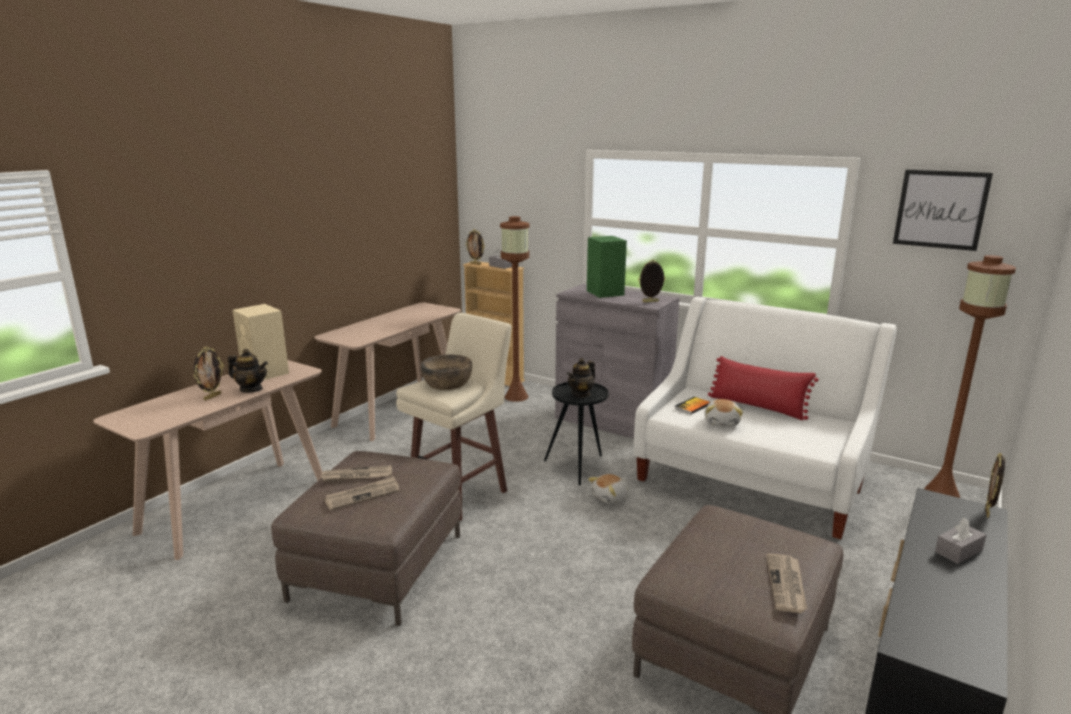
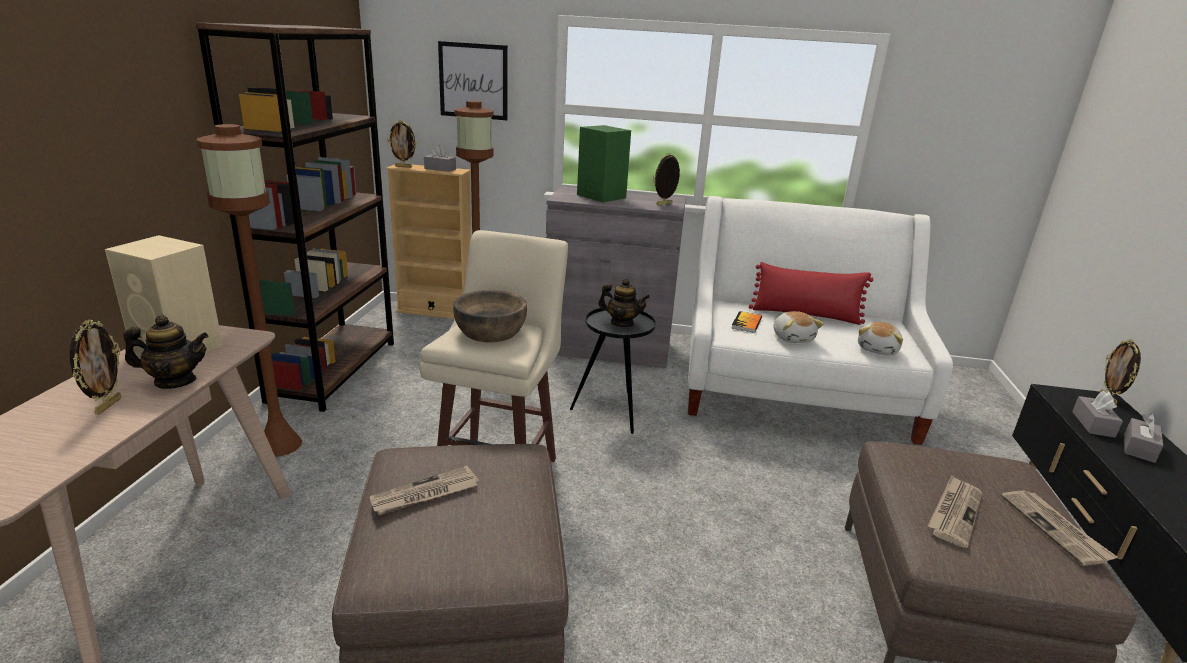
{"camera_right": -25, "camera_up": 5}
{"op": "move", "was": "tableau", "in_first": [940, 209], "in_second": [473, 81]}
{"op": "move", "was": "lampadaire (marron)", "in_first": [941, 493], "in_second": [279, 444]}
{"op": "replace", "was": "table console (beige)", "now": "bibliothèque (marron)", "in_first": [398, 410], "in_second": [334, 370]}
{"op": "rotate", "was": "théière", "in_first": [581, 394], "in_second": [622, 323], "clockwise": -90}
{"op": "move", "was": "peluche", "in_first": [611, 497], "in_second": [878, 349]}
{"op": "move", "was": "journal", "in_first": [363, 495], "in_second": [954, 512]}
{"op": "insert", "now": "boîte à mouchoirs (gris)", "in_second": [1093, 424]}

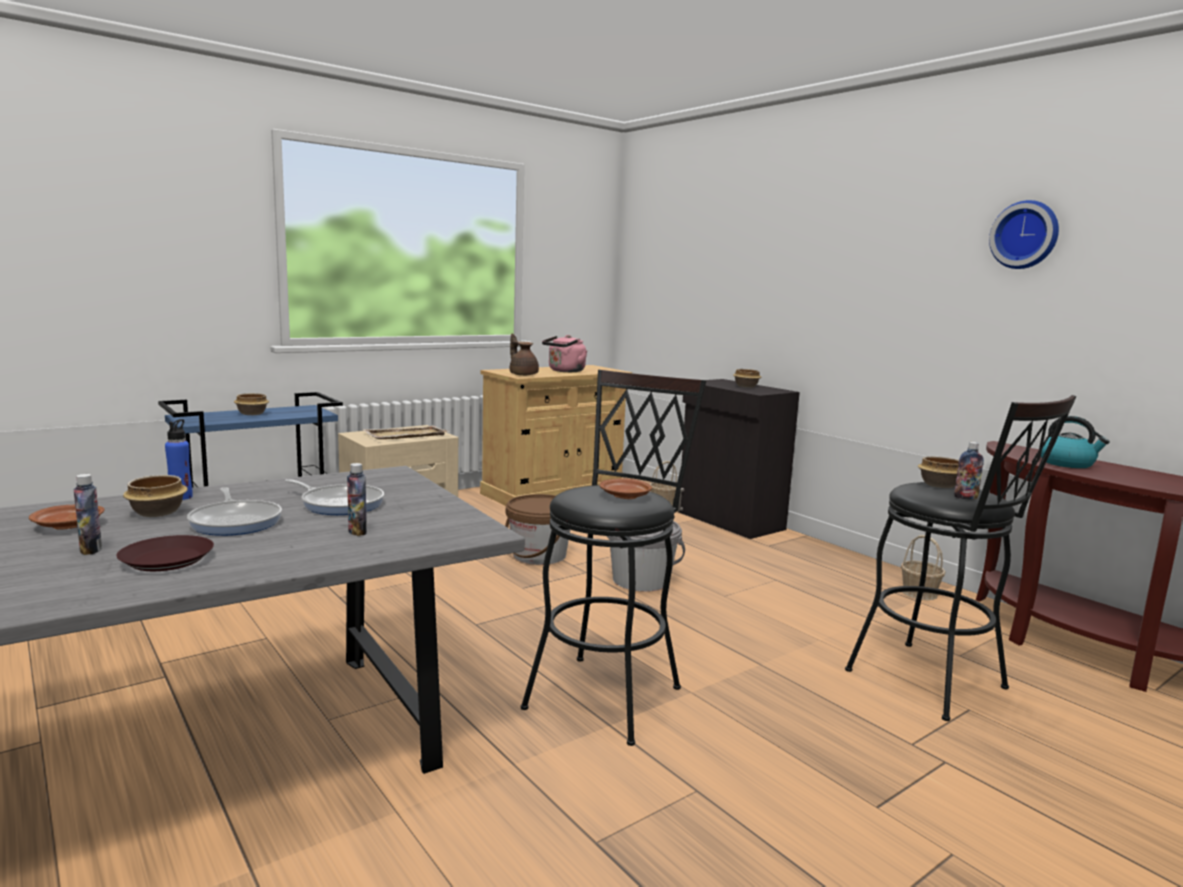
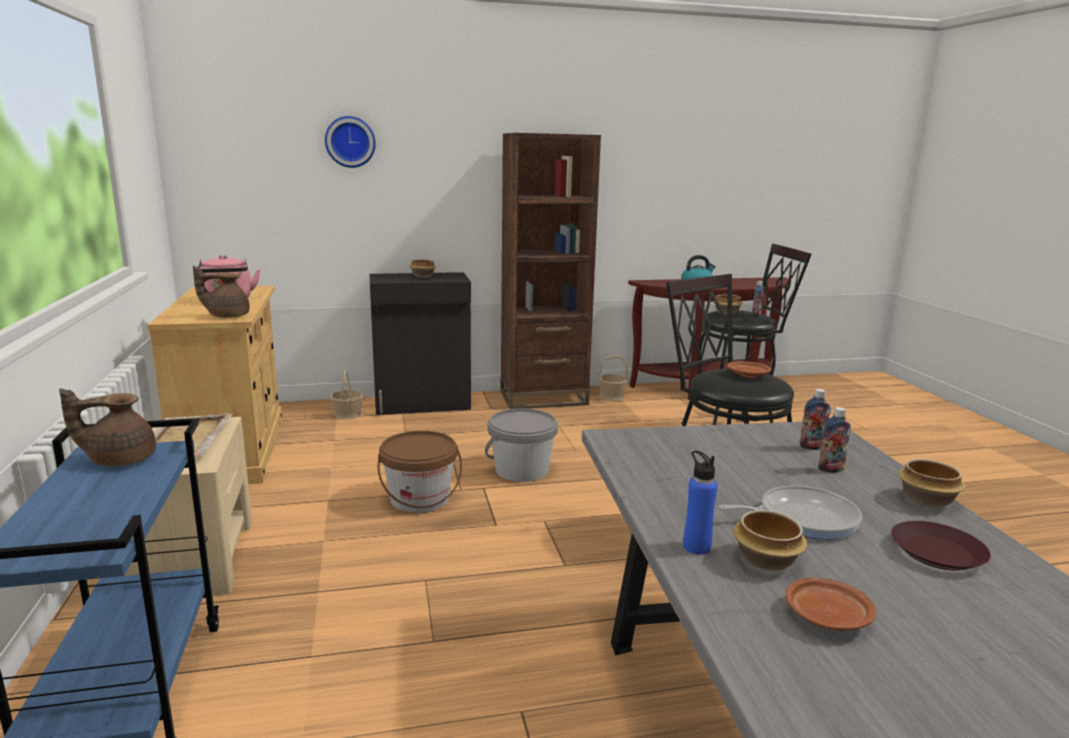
{"camera_right": -65, "camera_up": 5}
{"op": "move", "was": "horloge murale", "in_first": [1025, 235], "in_second": [350, 142]}
{"op": "move", "was": "bol", "in_first": [252, 413], "in_second": [925, 500]}
{"op": "move", "was": "bouteille", "in_first": [91, 550], "in_second": [812, 447]}
{"op": "delete", "was": "poêle", "in_first": [340, 504]}
{"op": "insert", "now": "bibliothèque (marron)", "in_second": [543, 398]}
{"op": "insert", "now": "théière (marron)", "in_second": [120, 459]}

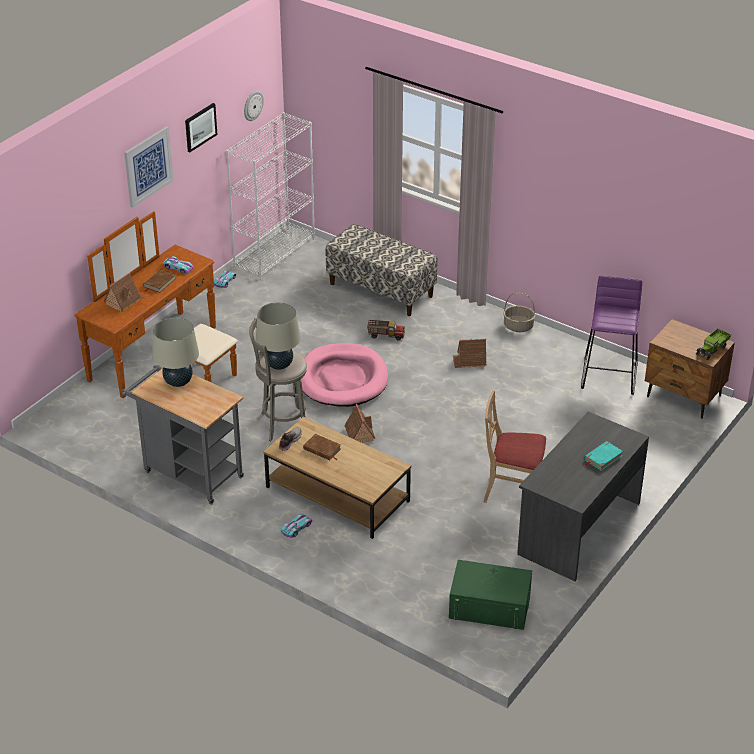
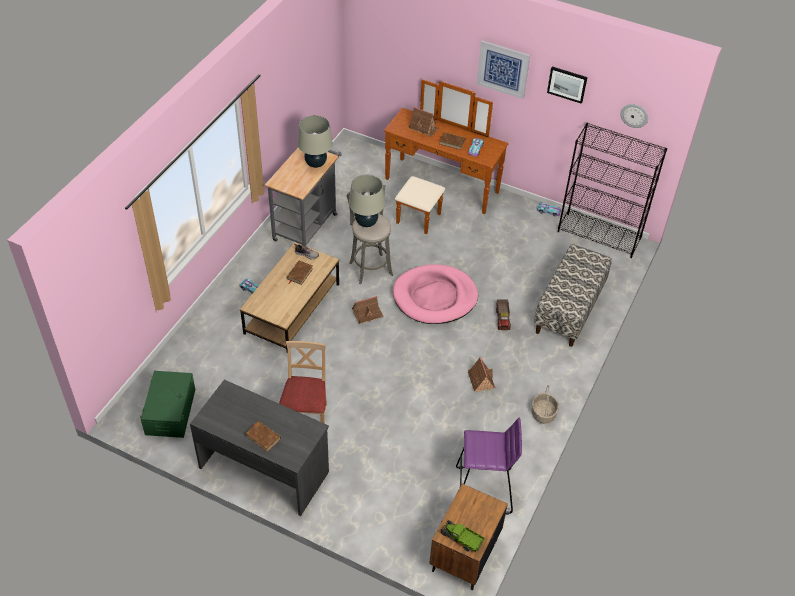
{"camera_right": 80, "camera_up": 10}
{"op": "recolor", "was": "bibliothèque (blanc)", "now": "bibliothèque (noir)", "in_first": [274, 253], "in_second": [599, 235]}
{"op": "recolor", "was": "livre (turquoise)", "now": "livre (marron)", "in_first": [603, 458], "in_second": [263, 437]}

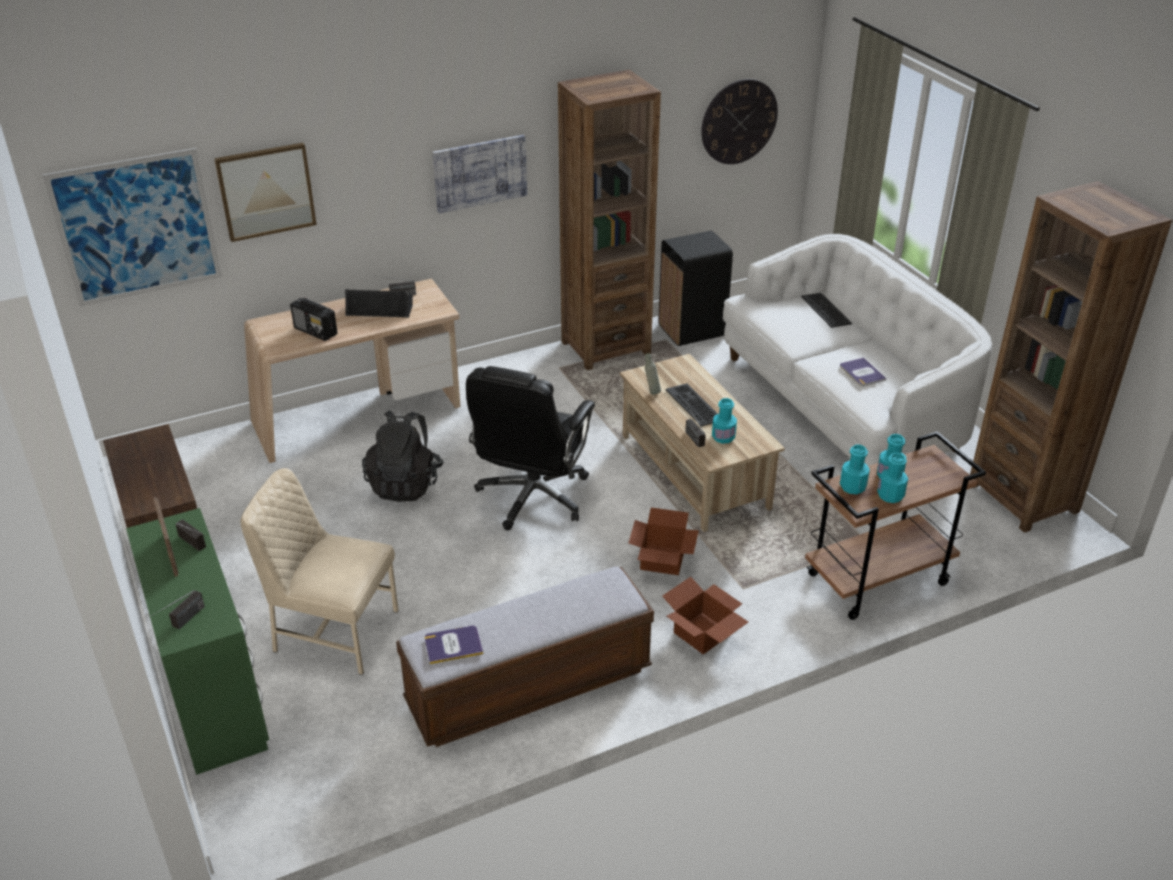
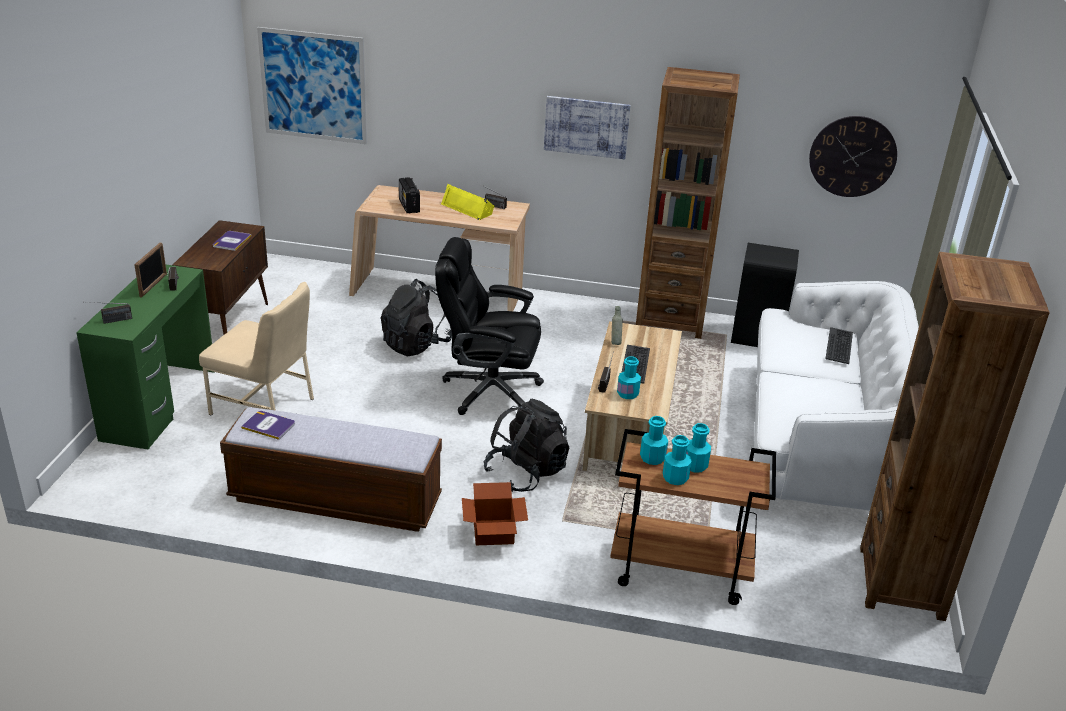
{"camera_right": 35, "camera_up": -5}
{"op": "delete", "was": "tableau", "in_first": [266, 191]}
{"op": "recolor", "was": "enceinte (noir)", "now": "enceinte (jaune)", "in_first": [379, 309], "in_second": [468, 208]}
{"op": "move", "was": "livre", "in_first": [862, 373], "in_second": [231, 241]}
{"op": "rotate", "was": "chaise de bureau (noir)", "in_first": [532, 497], "in_second": [488, 391], "clockwise": 45}
{"op": "rotate", "was": "chaise (beige)", "in_first": [333, 631], "in_second": [264, 406], "clockwise": 150}
{"op": "replace", "was": "carton", "now": "sac à dos (noir)", "in_first": [661, 560], "in_second": [526, 472]}

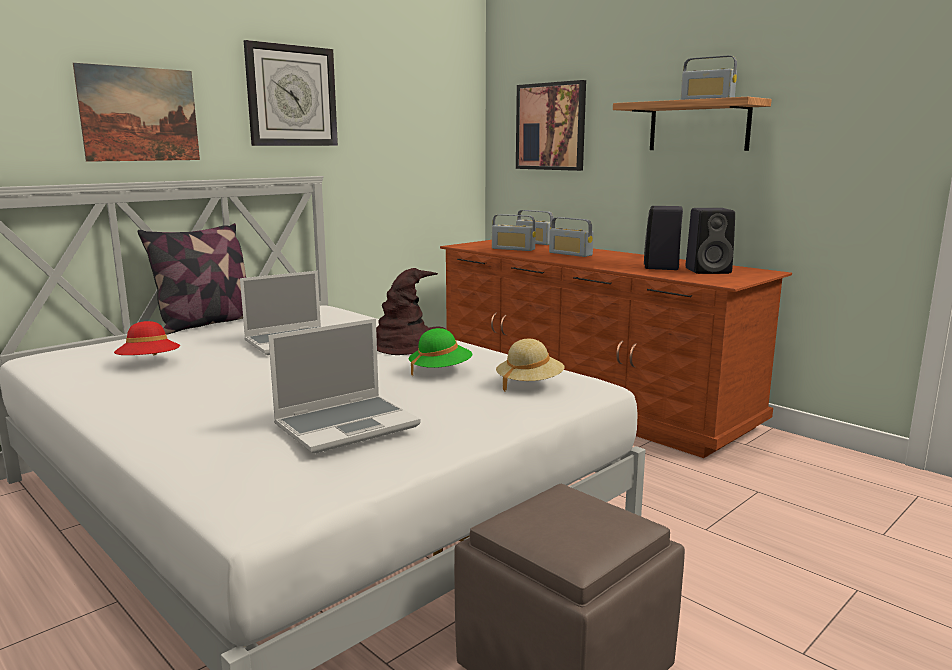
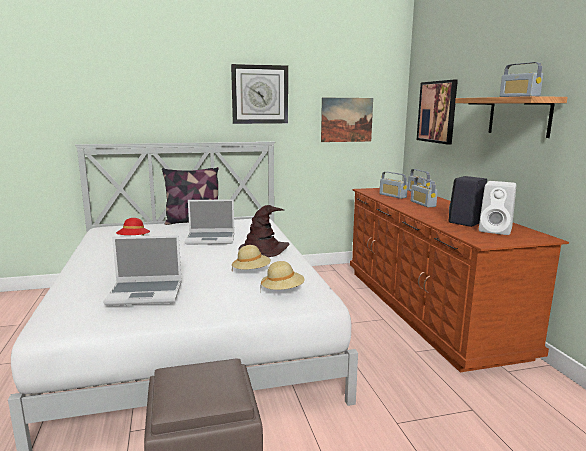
{"camera_right": 30, "camera_up": 0}
{"op": "move", "was": "tableau", "in_first": [139, 114], "in_second": [346, 120]}
{"op": "recolor", "was": "enceinte (noir)", "now": "enceinte (blanc)", "in_first": [709, 271], "in_second": [496, 230]}
{"op": "recolor", "was": "chapeau (vert)", "now": "chapeau (beige)", "in_first": [440, 371], "in_second": [251, 271]}

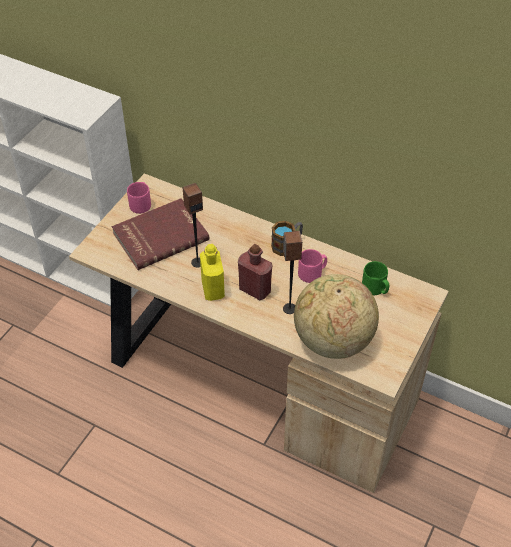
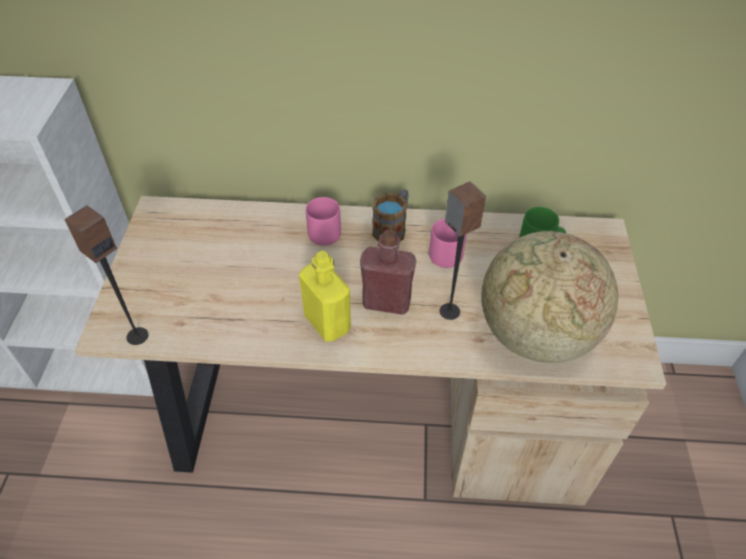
{"camera_right": -25, "camera_up": 0}
{"op": "move", "was": "mug (rose)", "in_first": [141, 204], "in_second": [323, 231]}
{"op": "move", "was": "enceinte", "in_first": [197, 262], "in_second": [137, 336]}
{"op": "delete", "was": "livre (rouge)", "in_first": [160, 235]}

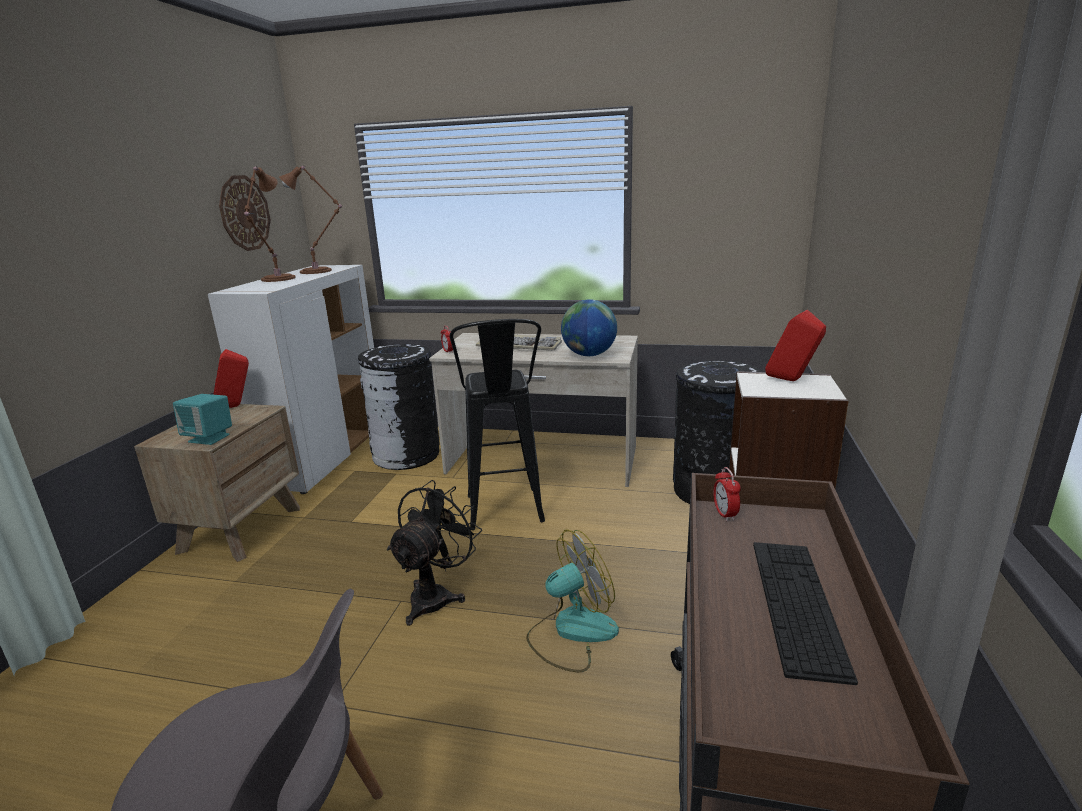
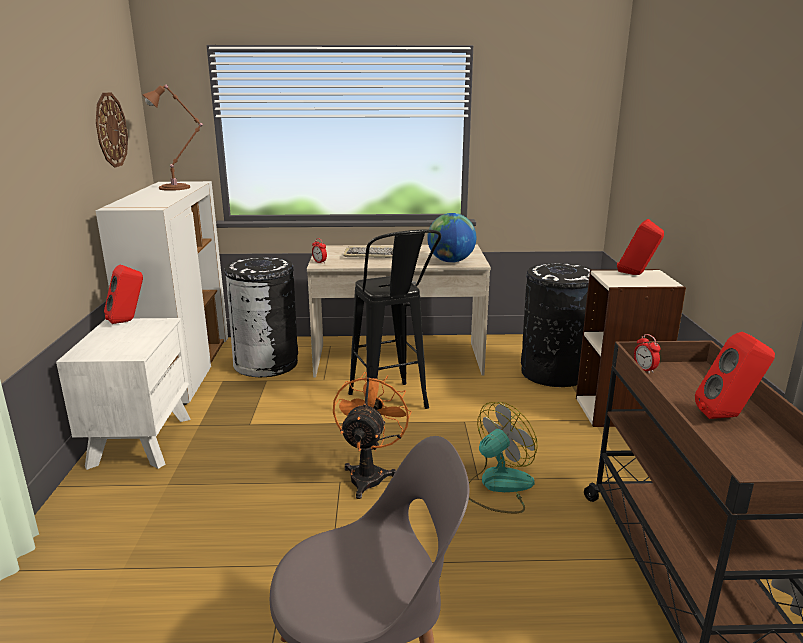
{"camera_right": -15, "camera_up": 0}
{"op": "delete", "was": "lampe de table (marron)", "in_first": [276, 279]}
{"op": "delete", "was": "enceinte (turquoise)", "in_first": [210, 438]}
{"op": "recolor", "was": "table de chevet (marron)", "now": "table de chevet (blanc)", "in_first": [241, 529], "in_second": [140, 440]}
{"op": "recolor", "was": "ventilateur (noir)", "now": "ventilateur (orange)", "in_first": [436, 596], "in_second": [369, 474]}
{"op": "replace", "was": "clavier", "now": "enceinte (rouge)", "in_first": [797, 604], "in_second": [728, 416]}

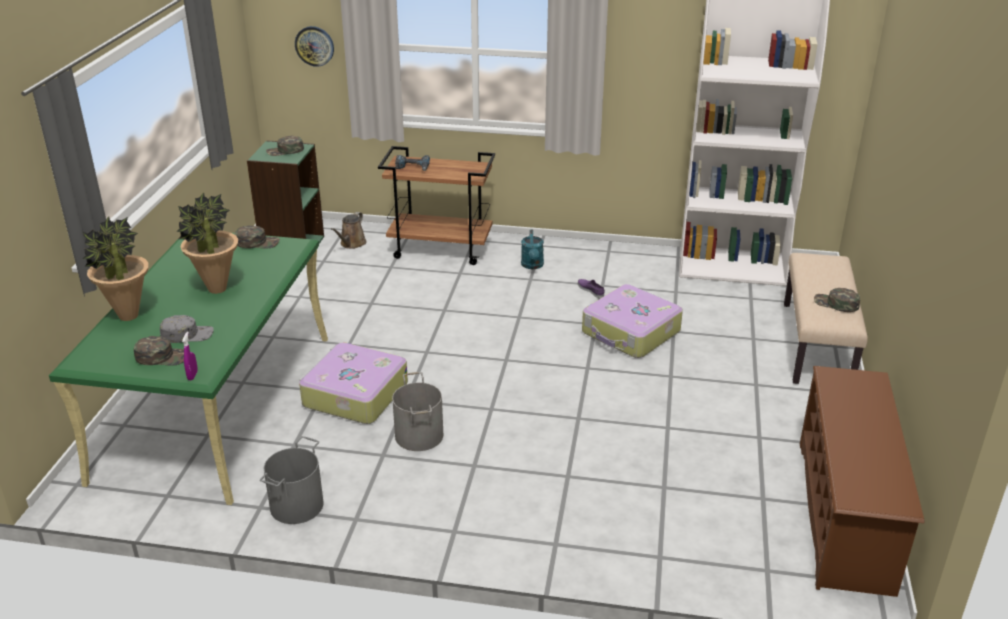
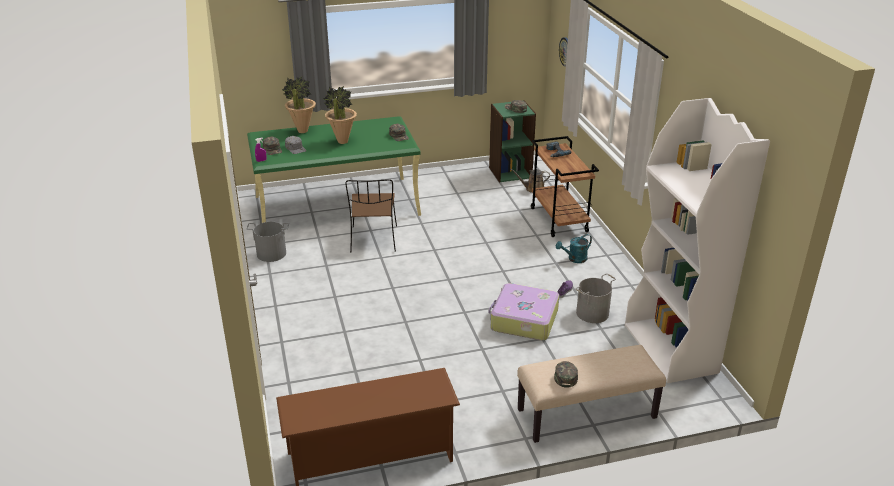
{"camera_right": 65, "camera_up": 0}
{"op": "replace", "was": "valise", "now": "chaise (marron)", "in_first": [354, 395], "in_second": [374, 240]}
{"op": "move", "was": "seau (gris)", "in_first": [418, 435], "in_second": [592, 313]}

